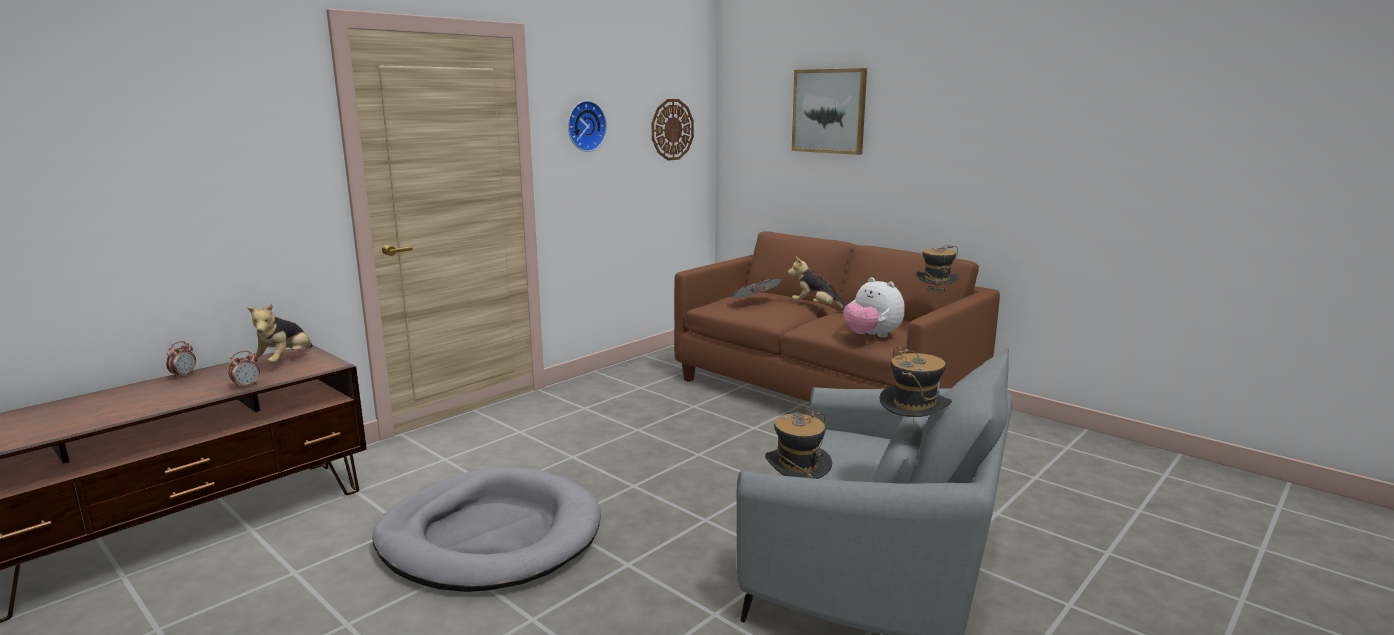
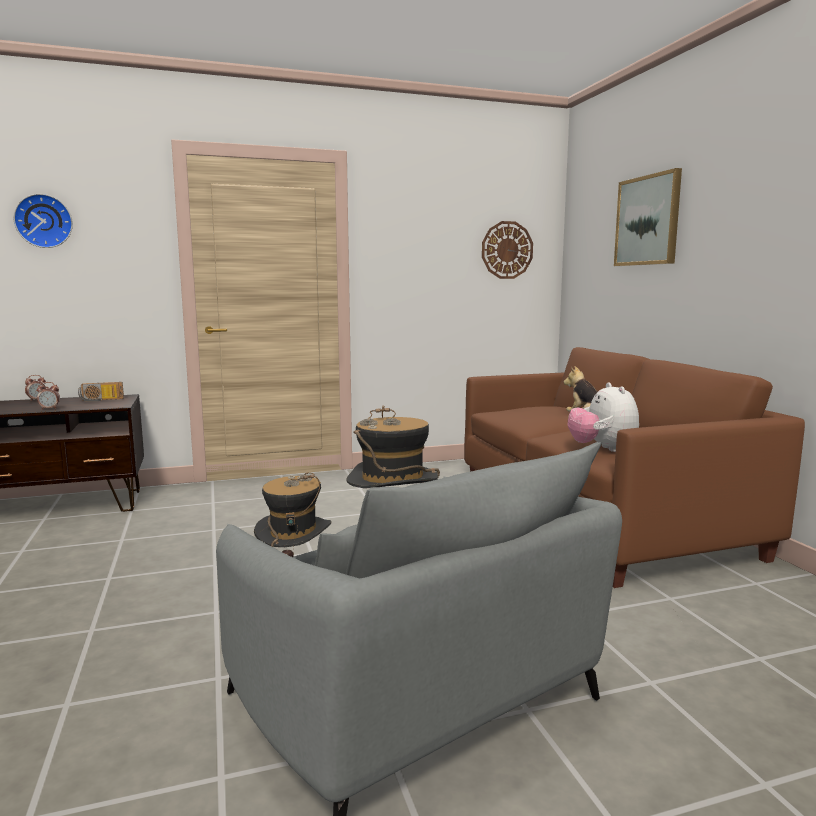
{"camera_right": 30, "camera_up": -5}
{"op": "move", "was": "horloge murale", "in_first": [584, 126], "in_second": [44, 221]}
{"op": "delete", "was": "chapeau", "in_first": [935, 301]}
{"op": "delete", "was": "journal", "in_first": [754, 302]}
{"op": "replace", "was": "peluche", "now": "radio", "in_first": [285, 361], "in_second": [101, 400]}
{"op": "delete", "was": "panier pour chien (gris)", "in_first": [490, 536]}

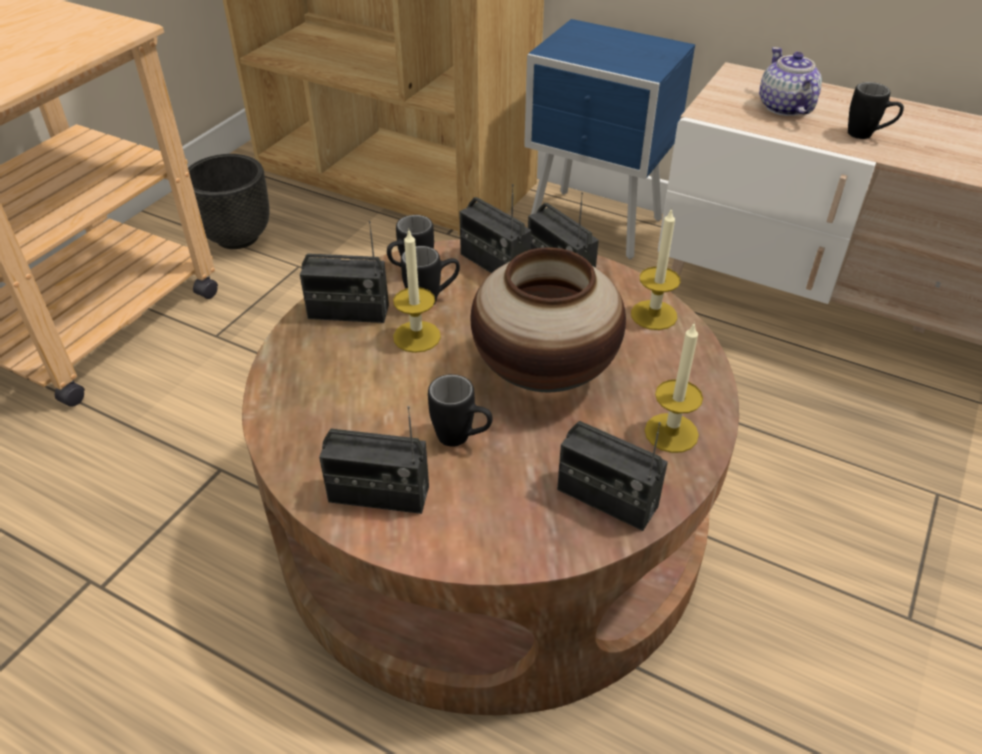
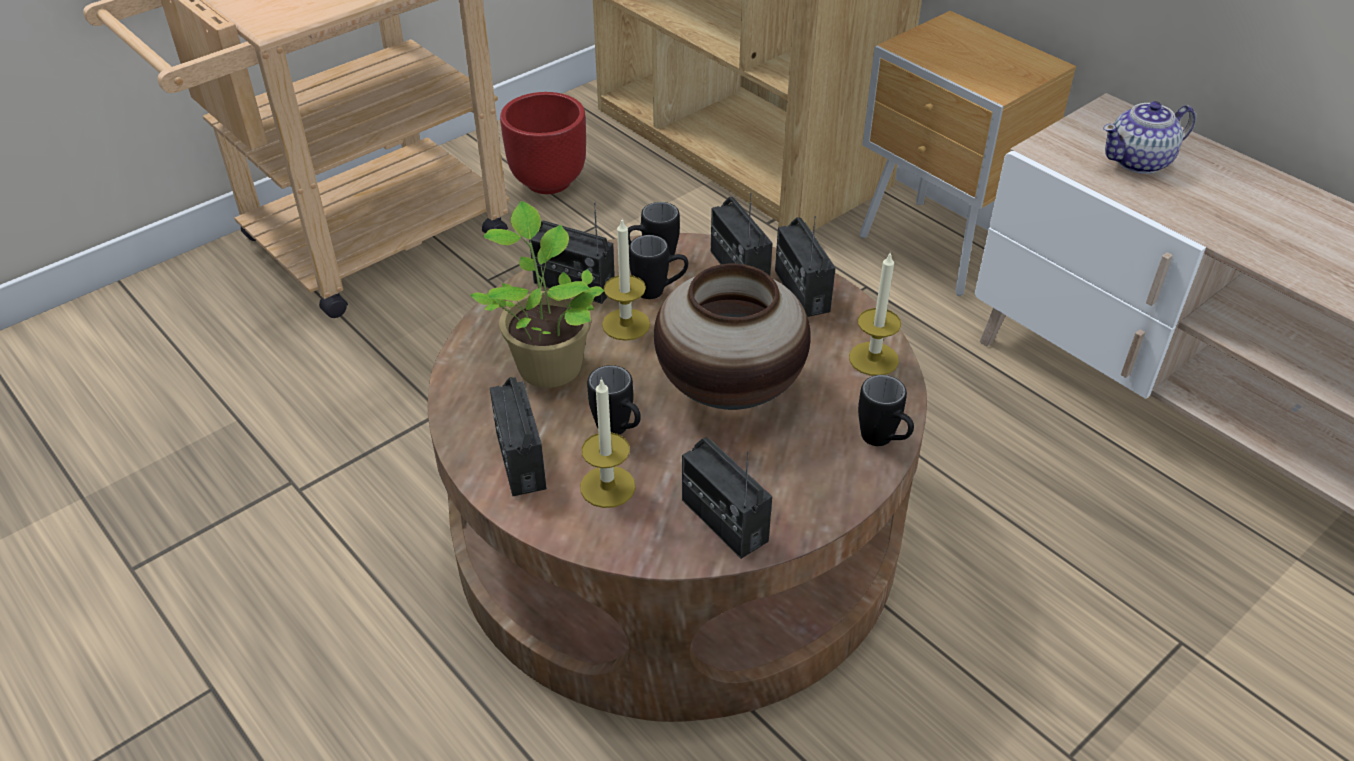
{"camera_right": 20, "camera_up": 0}
{"op": "recolor", "was": "table de chevet (bleu)", "now": "table de chevet (marron)", "in_first": [597, 226], "in_second": [939, 250]}
{"op": "rotate", "was": "théière", "in_first": [784, 108], "in_second": [1139, 161], "clockwise": -120}
{"op": "move", "was": "mug (noir)", "in_first": [867, 136], "in_second": [883, 442]}
{"op": "recolor", "was": "cache-pot (noir)", "now": "cache-pot (rouge)", "in_first": [238, 237], "in_second": [549, 181]}
{"op": "move", "was": "bougie", "in_first": [671, 433], "in_second": [607, 486]}
{"op": "rotate", "was": "radio", "in_first": [378, 494], "in_second": [520, 460], "clockwise": 45}
{"op": "insert", "now": "plante en pot", "in_second": [548, 363]}

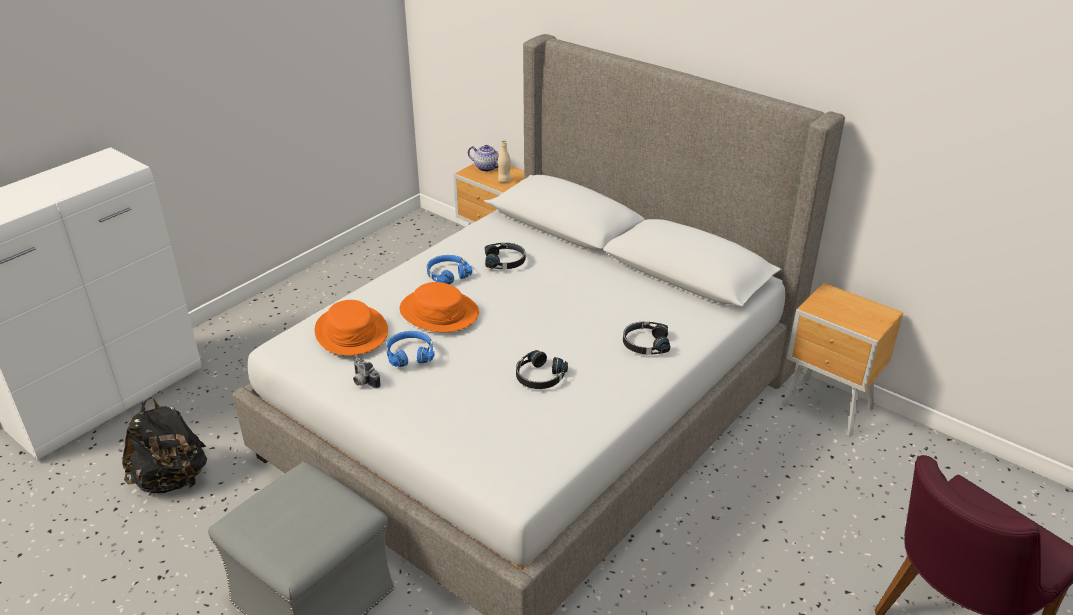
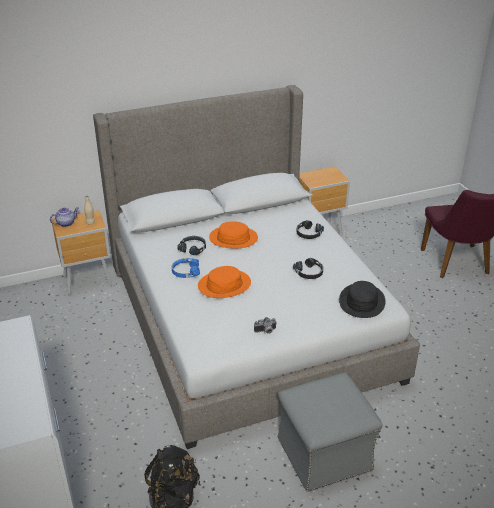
{"camera_right": -60, "camera_up": 0}
{"op": "move", "was": "chapeau (orange)", "in_first": [351, 332], "in_second": [233, 238]}
{"op": "delete", "was": "casque audio (bleu)", "in_first": [410, 354]}
{"op": "insert", "now": "chapeau (noir)", "in_second": [361, 301]}

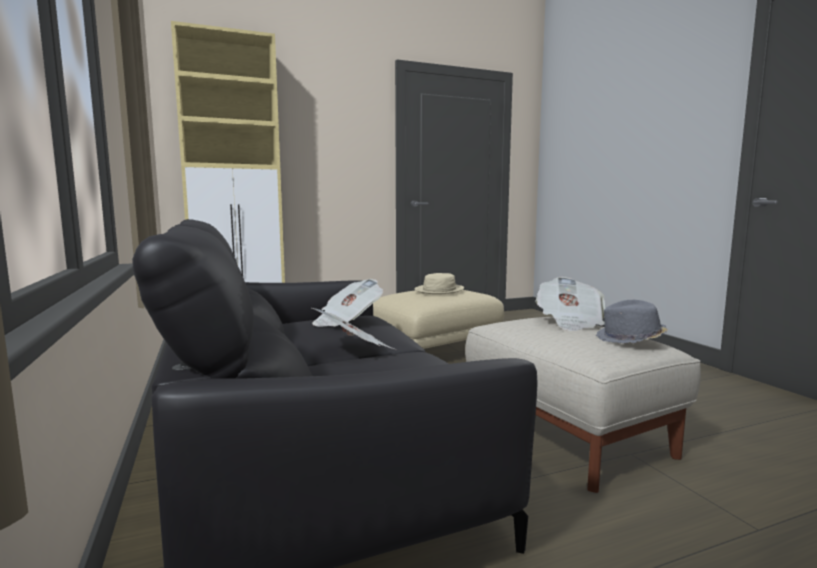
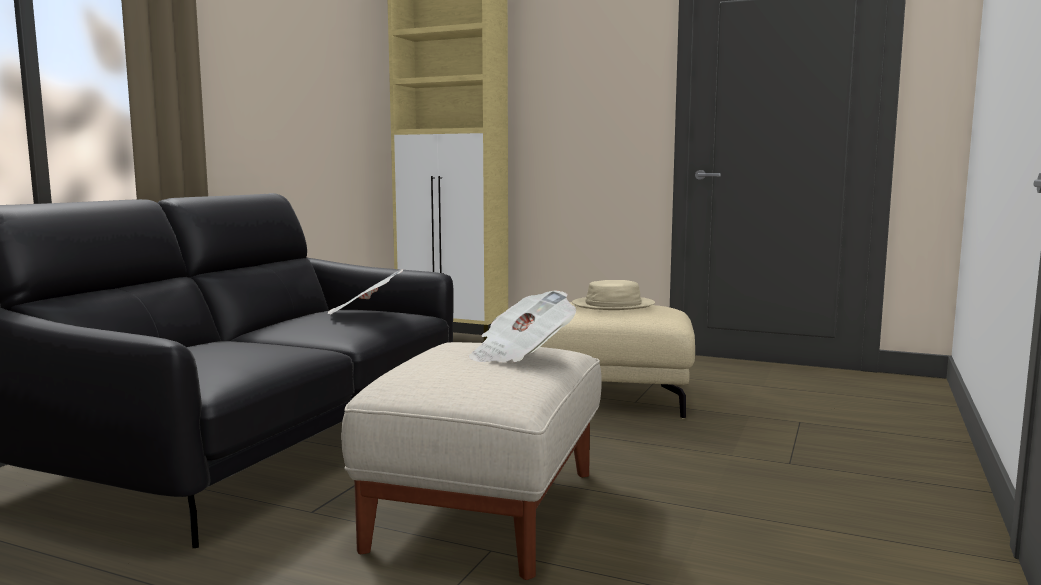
{"camera_right": 45, "camera_up": 0}
{"op": "delete", "was": "chapeau (gris)", "in_first": [630, 339]}
{"op": "delete", "was": "journal", "in_first": [355, 351]}

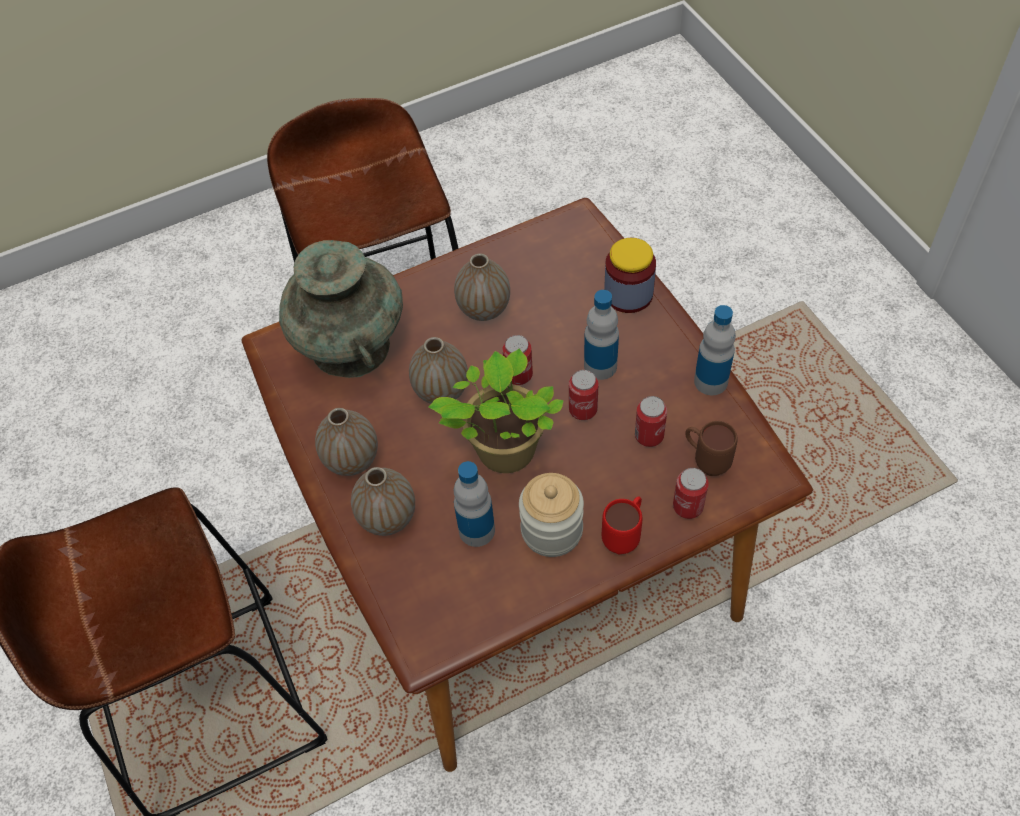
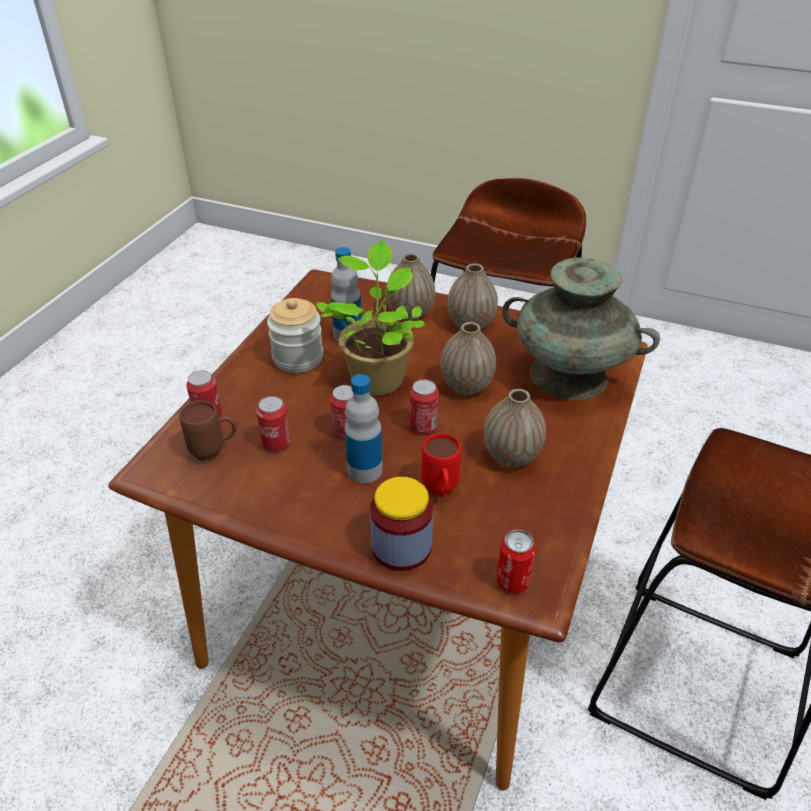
{"camera_right": 135, "camera_up": -15}
{"op": "delete", "was": "bouteille", "in_first": [710, 381]}
{"op": "move", "was": "mug (rouge)", "in_first": [624, 536], "in_second": [441, 492]}
{"op": "insert", "now": "boîte métallique", "in_second": [512, 581]}

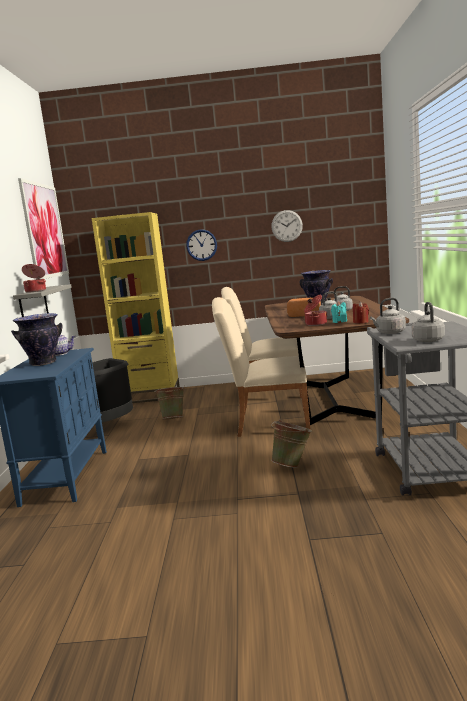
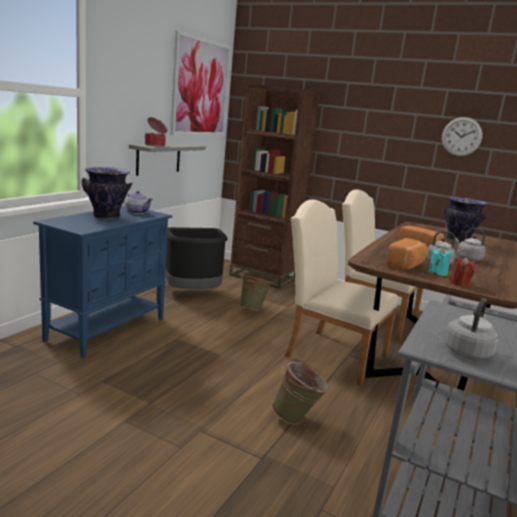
{"camera_right": 25, "camera_up": 5}
{"op": "recolor", "was": "bibliothèque (jaune)", "now": "bibliothèque (marron)", "in_first": [150, 396], "in_second": [262, 277]}
{"op": "delete", "was": "horloge murale", "in_first": [201, 245]}
{"op": "replace", "was": "marmite", "now": "pain", "in_first": [315, 324], "in_second": [406, 265]}
{"op": "delete", "was": "bouilloire (gris)", "in_first": [389, 333]}

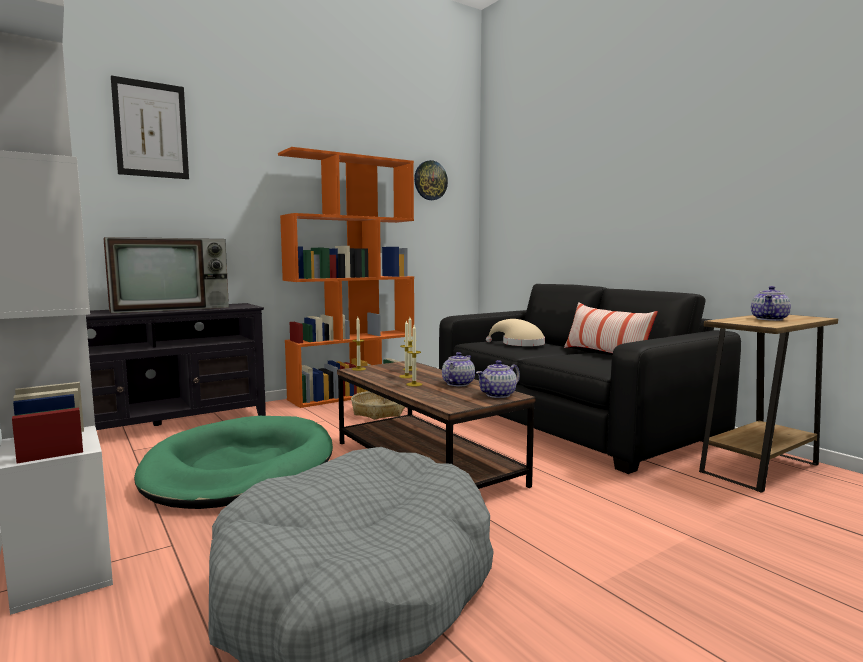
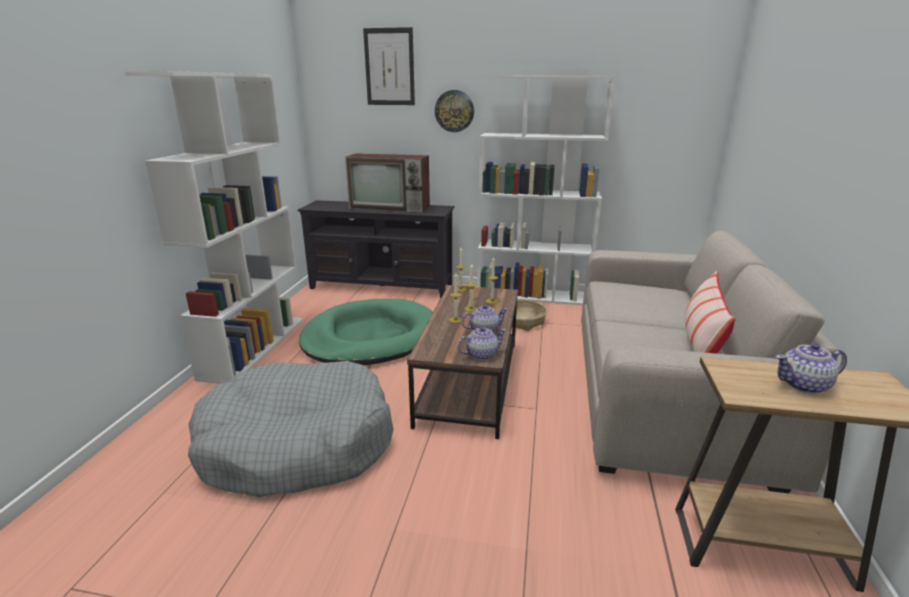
{"camera_right": 45, "camera_up": 15}
{"op": "recolor", "was": "bibliothèque (orange)", "now": "bibliothèque (blanc)", "in_first": [353, 394], "in_second": [533, 295]}
{"op": "move", "was": "horloge murale", "in_first": [430, 180], "in_second": [454, 111]}
{"op": "recolor", "was": "canapé (noir)", "now": "canapé (beige)", "in_first": [569, 420], "in_second": [666, 393]}
{"op": "delete", "was": "chapeau (beige)", "in_first": [519, 344]}
{"op": "rotate", "was": "théière", "in_first": [498, 395], "in_second": [481, 355], "clockwise": 150}

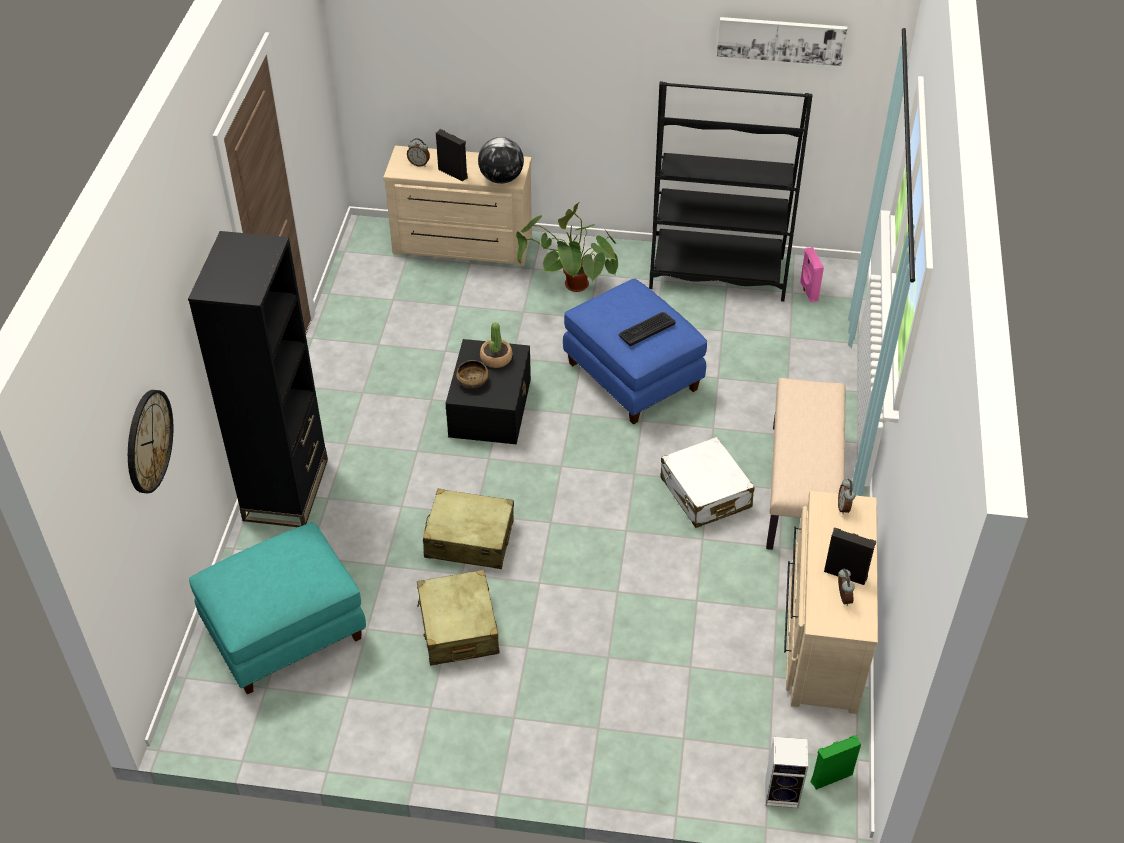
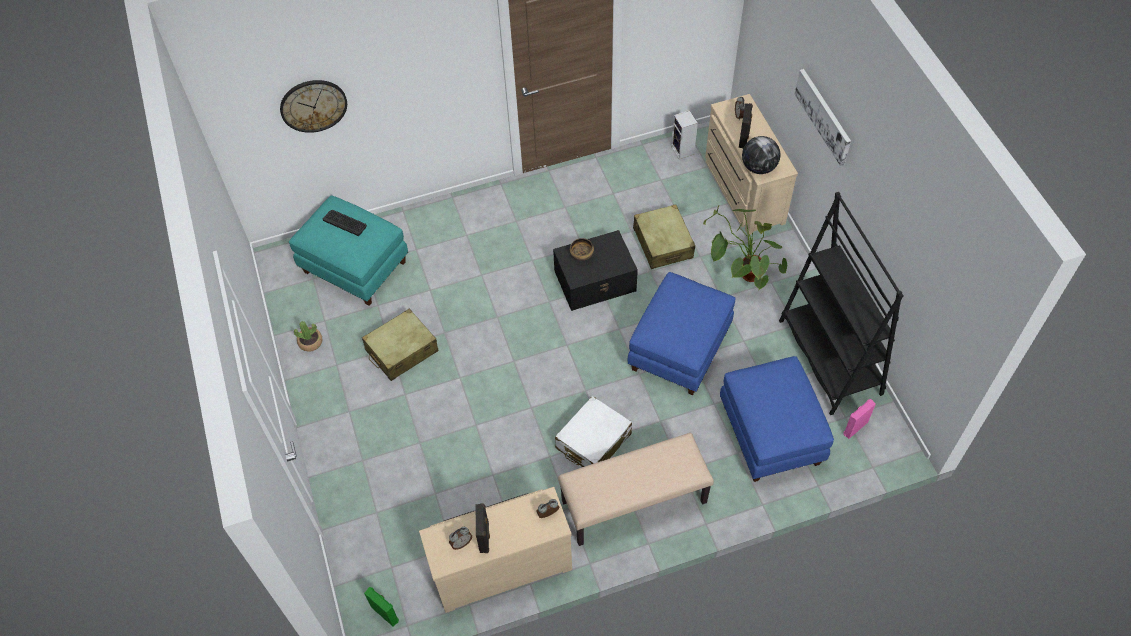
{"camera_right": 65, "camera_up": 10}
{"op": "move", "was": "tableau", "in_first": [781, 40], "in_second": [824, 116]}
{"op": "delete", "was": "bibliothèque (noir)", "in_first": [286, 489]}
{"op": "move", "was": "clavier", "in_first": [646, 329], "in_second": [345, 222]}
{"op": "move", "was": "plante en pot", "in_first": [496, 358], "in_second": [310, 342]}
{"op": "move", "was": "valise (beige)", "in_first": [469, 539], "in_second": [663, 243]}
{"op": "move", "was": "enceinte", "in_first": [783, 792], "in_second": [683, 150]}
{"op": "insert", "now": "pouf (bleu)", "in_second": [769, 434]}

